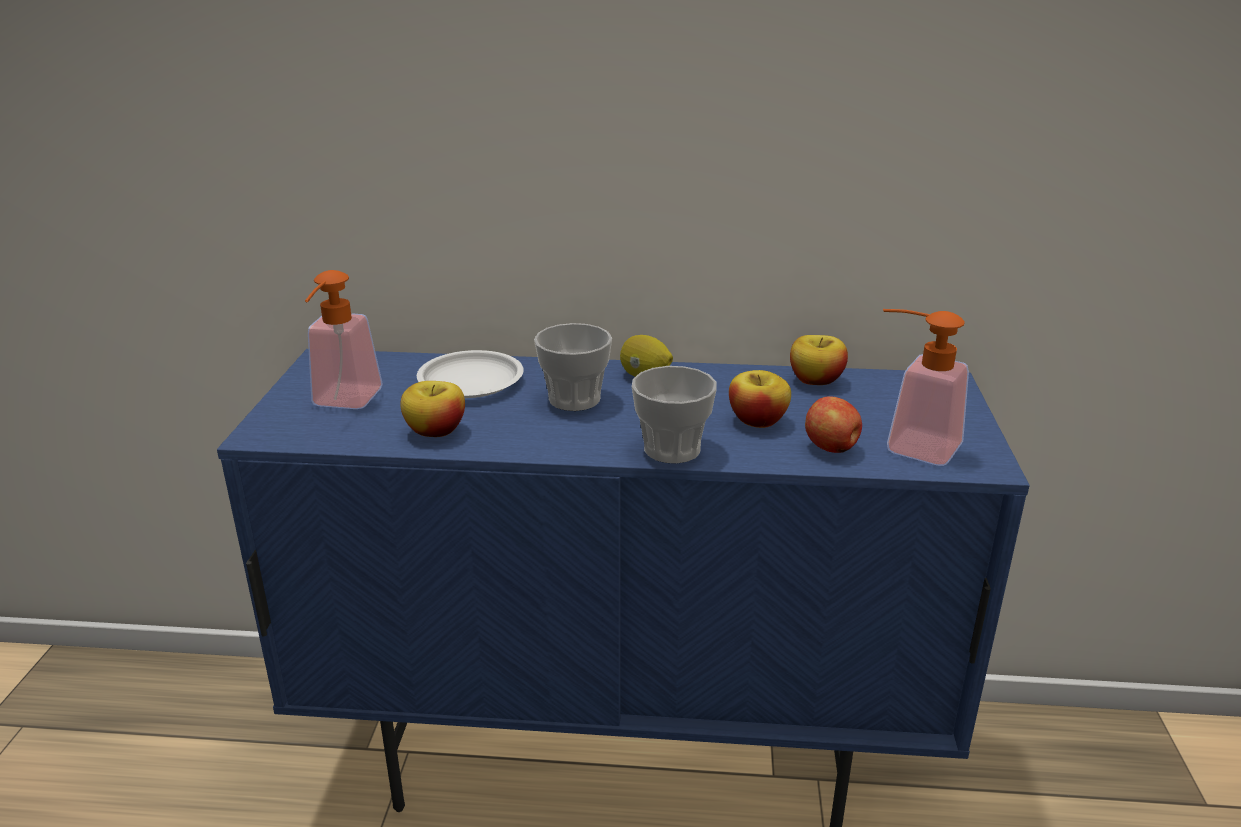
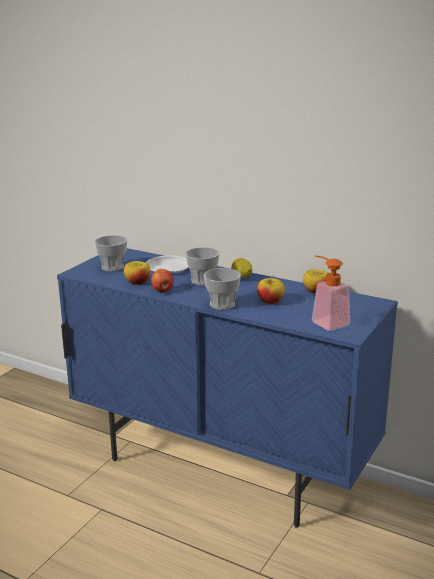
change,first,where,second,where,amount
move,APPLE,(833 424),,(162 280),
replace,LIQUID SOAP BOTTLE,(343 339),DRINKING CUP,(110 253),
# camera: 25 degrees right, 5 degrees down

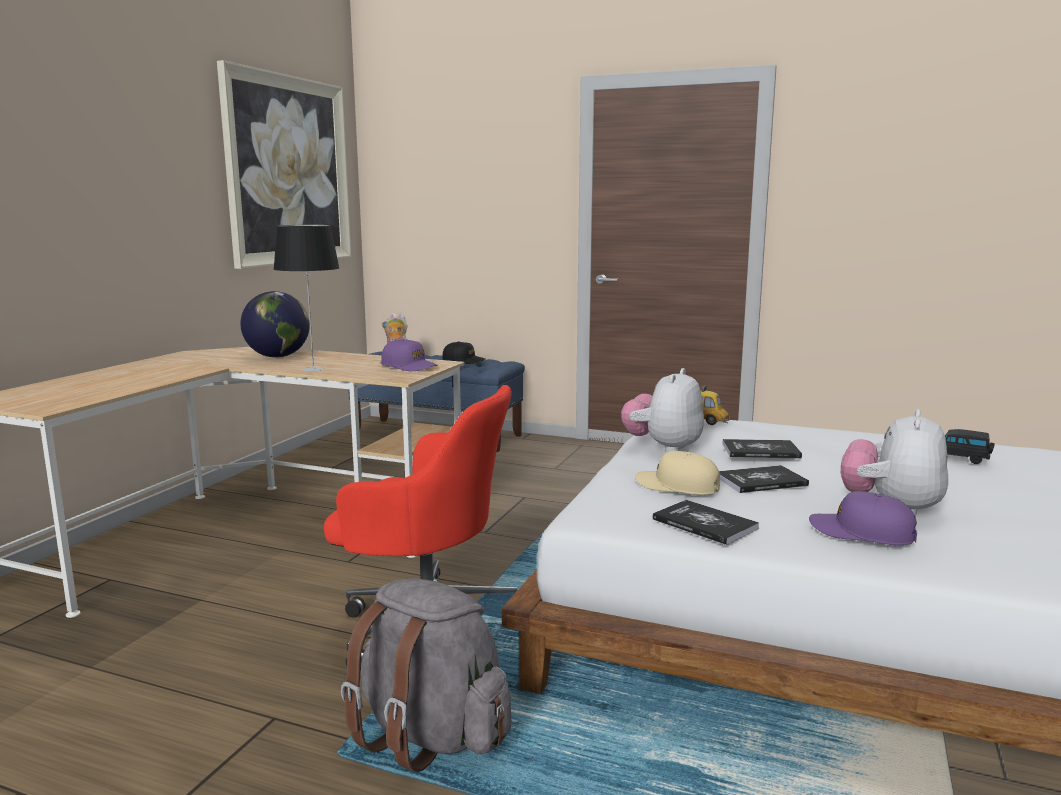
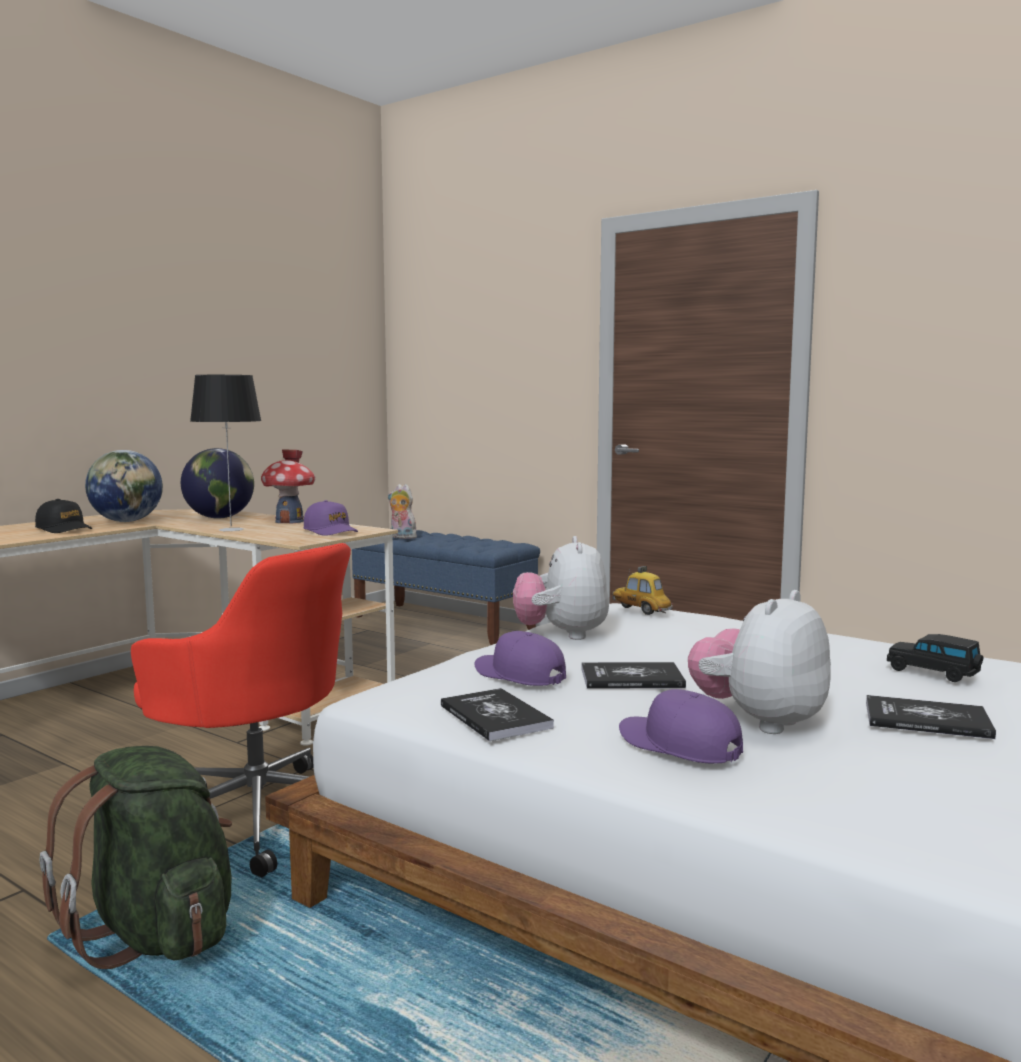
change,first,where,second,where,amount
delete,WALL PICTURE,(284 164),,,
insert,,,GLOBE,(124 486),
insert,,,MODEL HOUSE,(288 486),
move,BLACKISH BASEBALL CAP,(463 352),,(63 516),
move,BOUND BOOK,(762 449),,(931 717),
recolor,GRAY KNAPSACK,(426 675),GREENISH KNAPSACK,(135 857),
recolor,BEIGE-COLOURED BASEBALL CAP,(677 473),PURPLE-COLOURED BASEBALL CAP,(520 658),
rotate,CUDDLY TOY,(662 410),,(561 588),45 degrees counterclockwise
# camera: 15 degrees right, 5 degrees down

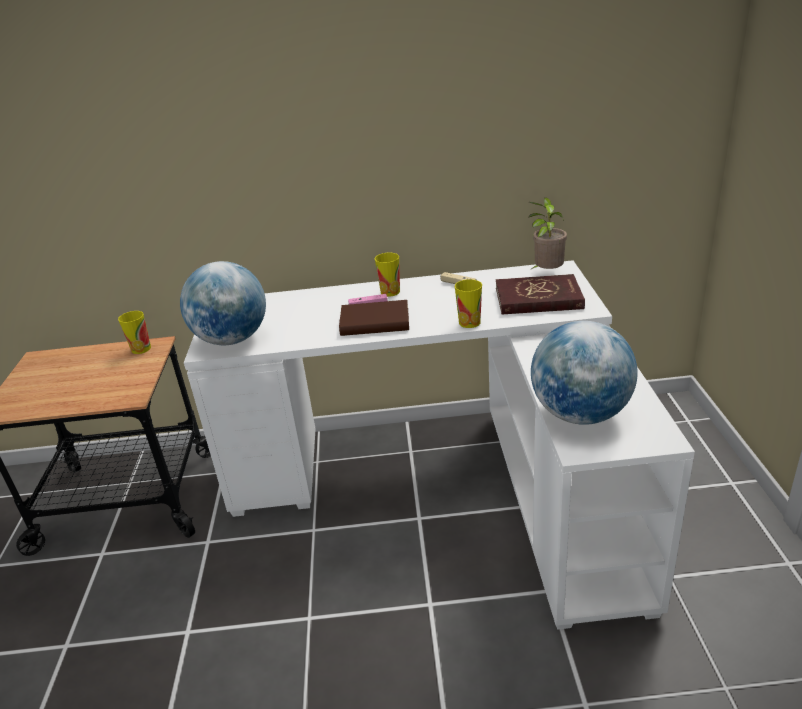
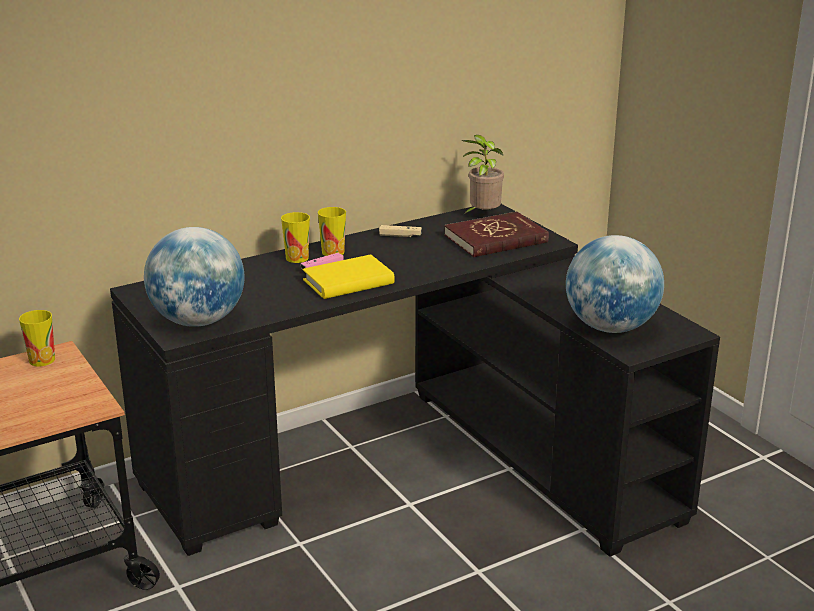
change,first,where,second,where,amount
move,DRINKING CUP,(468 303),,(295 237),
recolor,WHITE DESK TABLE,(439 445),BLACKISH DESK TABLE,(415 380),
recolor,BROWN-COLOURED BOUND BOOK,(374 318),YELLOW BOUND BOOK,(349 277),
# camera: 30 degrees left, 5 degrees down

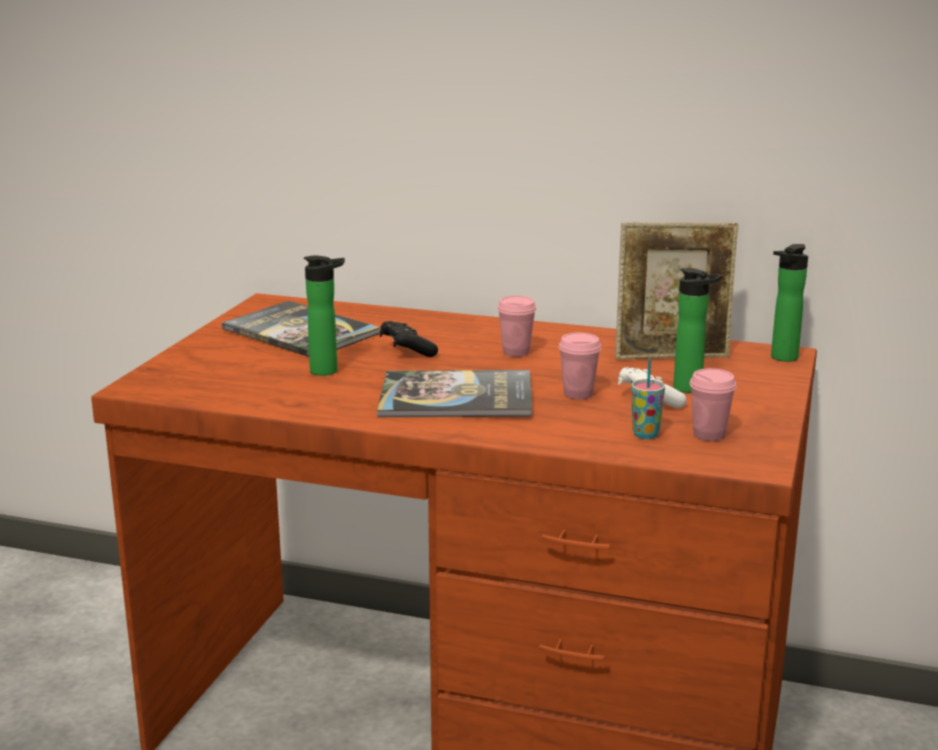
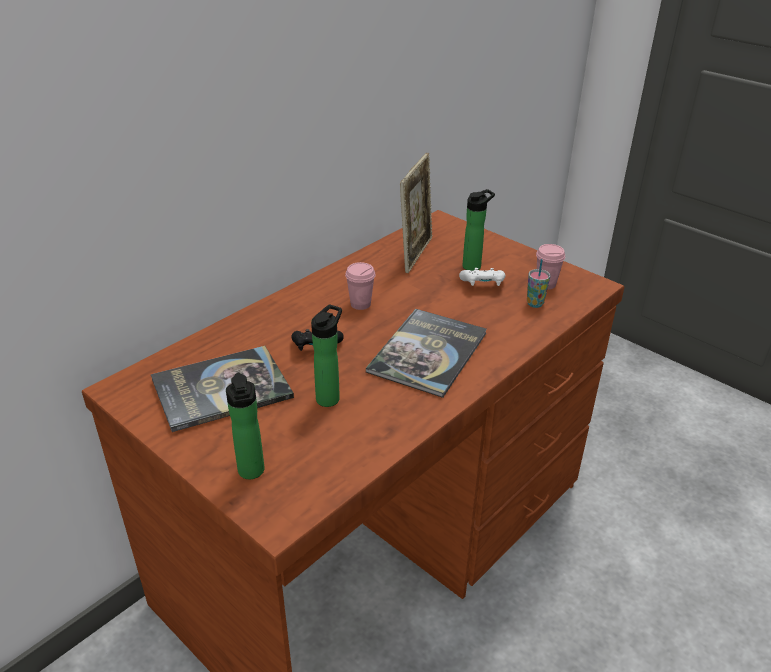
change,first,where,second,where,amount
delete,PINKISH DRINKING CUP,(580 365),,,
move,BEVERAGE BOTTLE,(789 303),,(245 426),
# camera: 65 degrees left, 15 degrees up

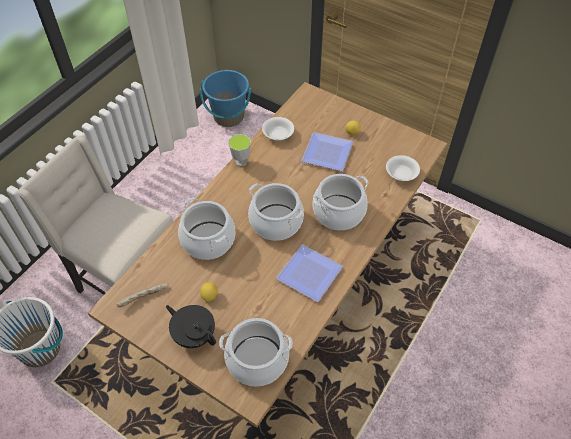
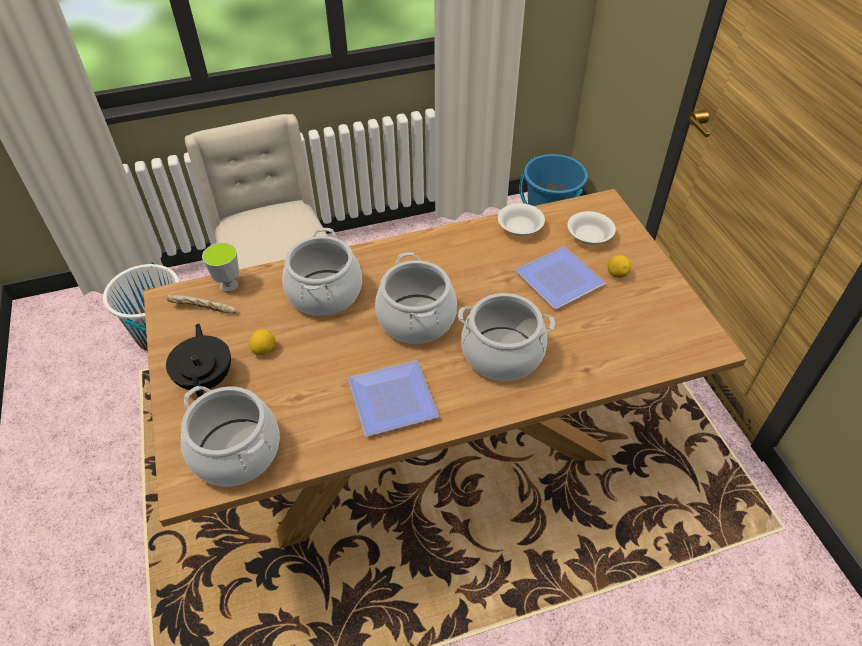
change,first,where,second,where,amount
move,DRINKING CUP,(239 150),,(220 267),
move,WHITE DEEP DISH,(403 168),,(592 228),
# camera: 40 degrees right, 5 degrees down

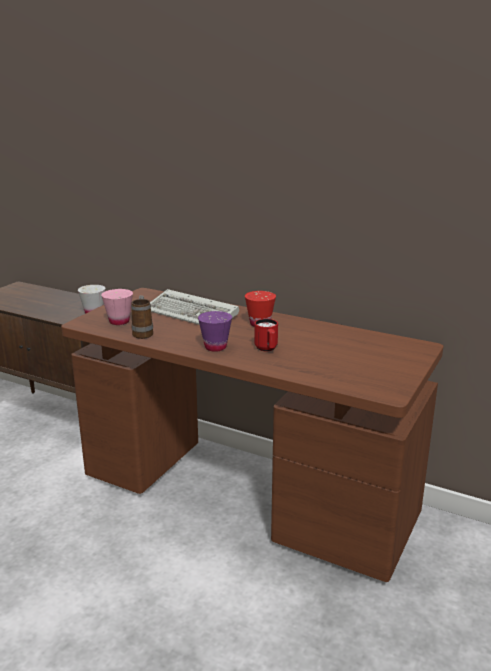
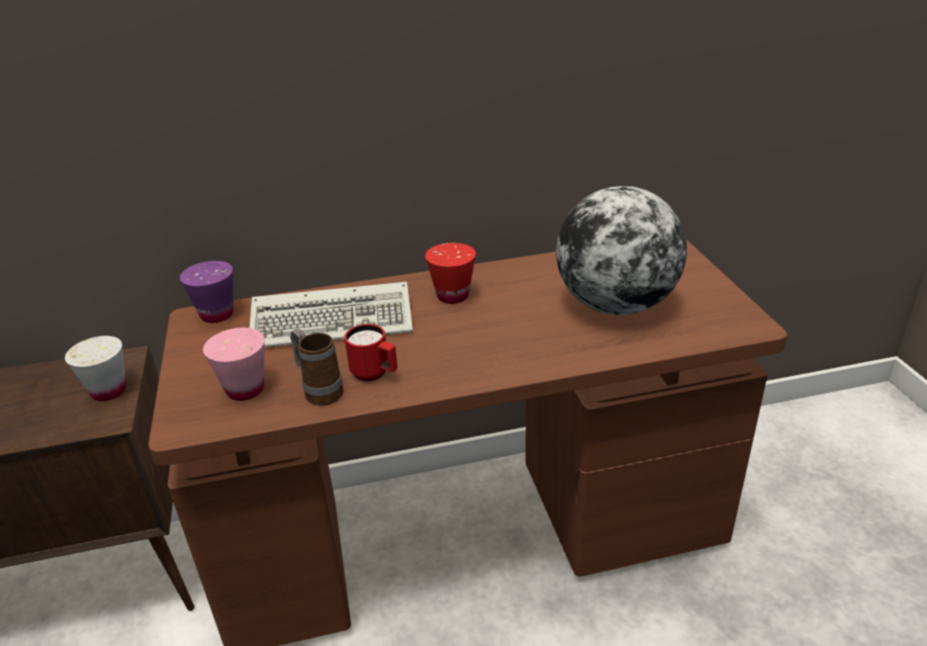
change,first,where,second,where,amount
insert,,,GLOBE,(621 250),
move,PURPLE-COLOURED DRINKING CUP,(215 331),,(206 292),
move,REDDISH TEA MUG,(266 335),,(370 352),
# camera: 40 degrees left, 10 degrees up

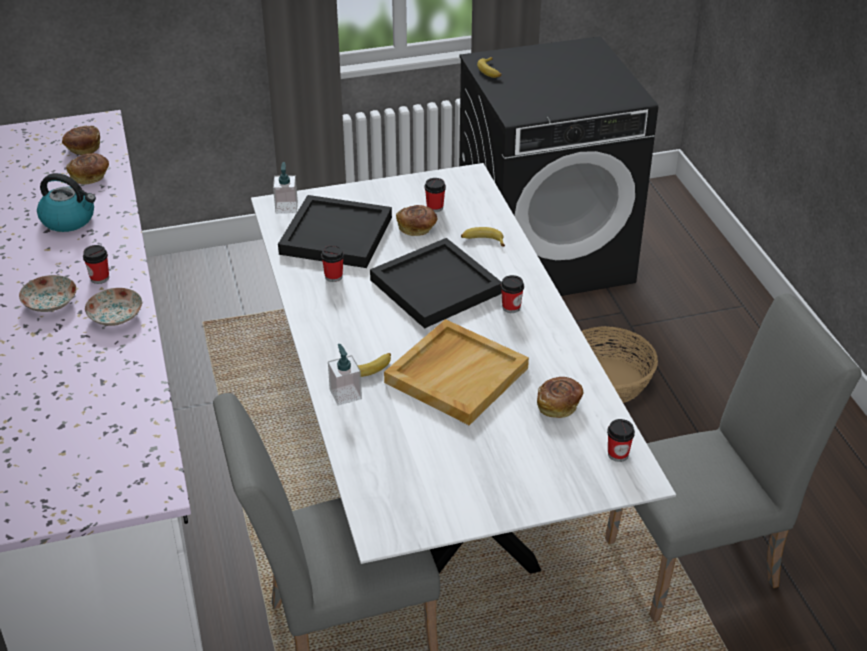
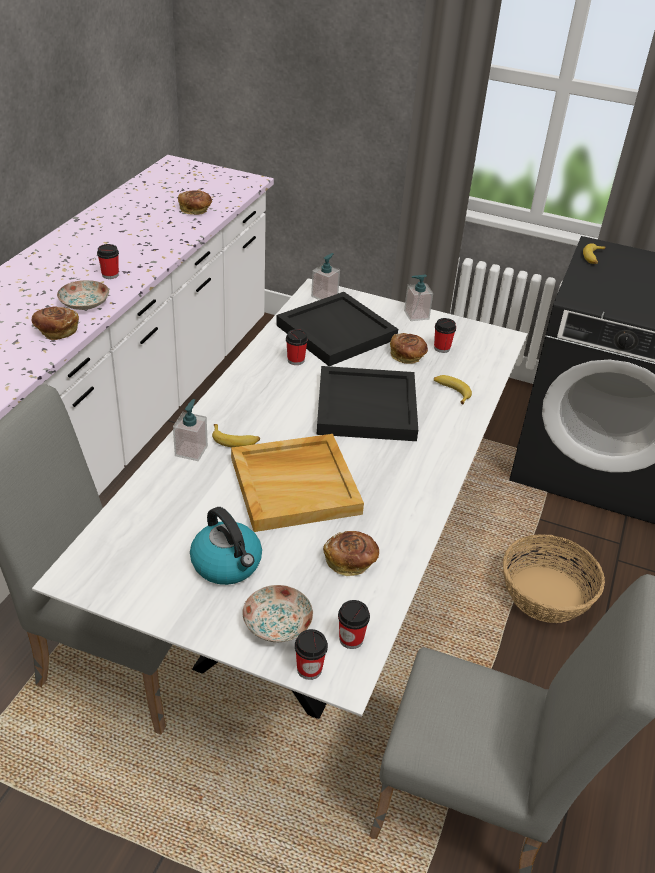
change,first,where,second,where,amount
insert,,,LIQUID SOAP BOTTLE,(418 298),
move,FLAT DISH,(48 293),,(277 613),
move,TEA KETTLE,(66 202),,(226 546),
move,BAKED BREAD,(81 140),,(55 323),
move,DRINKING CUP,(512 294),,(311 654),
# camera: 35 degrees right, 0 degrees up

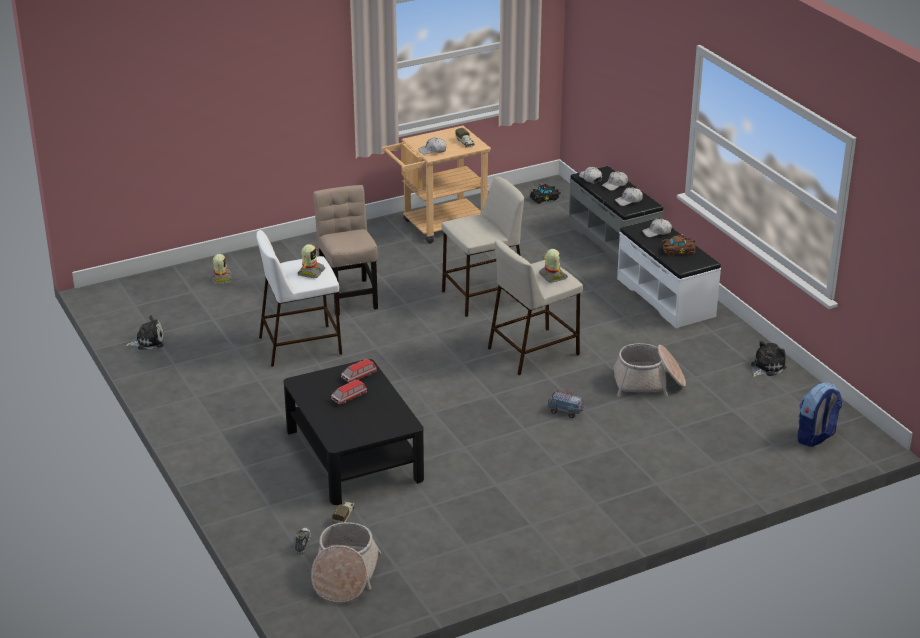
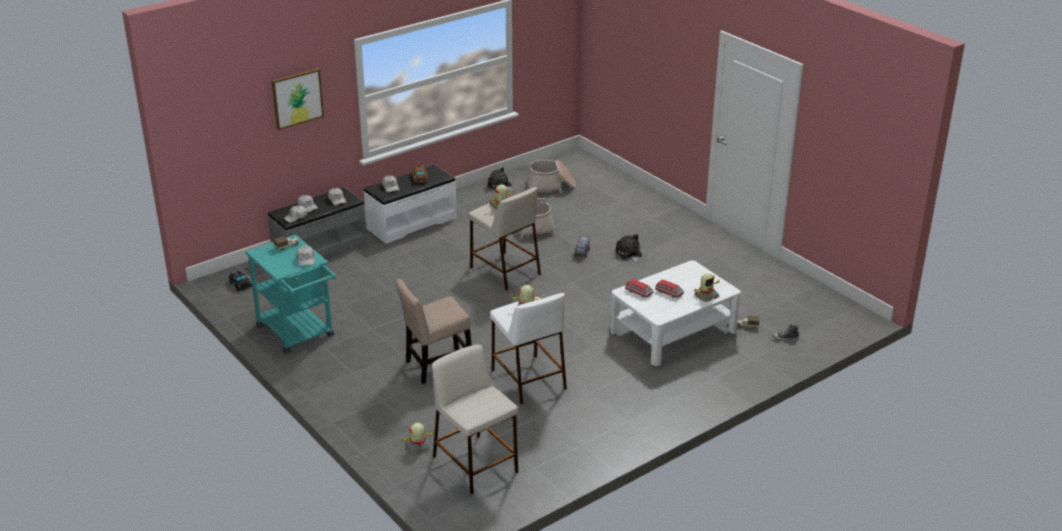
change,first,where,second,where,amount
delete,KNAPSACK,(820 415),,,
insert,,,WALL PICTURE,(298 99),
insert,,,TOY ROBOT,(707 287),
move,CUDDLY TOY,(144 333),,(629 248),
move,STORAGE BASKET,(346 562),,(551 177),
move,BEIGE-COLOURED STOOL,(482 246),,(475 419),
recolor,BLACKISH LOW TABLE,(353 432),WHITE LOW TABLE,(675 313),
recolor,BEIGE-COLOURED CART,(436 185),BLUE-GREEN CART,(290 294),
# camera: 100 degrees left, 0 degrees up

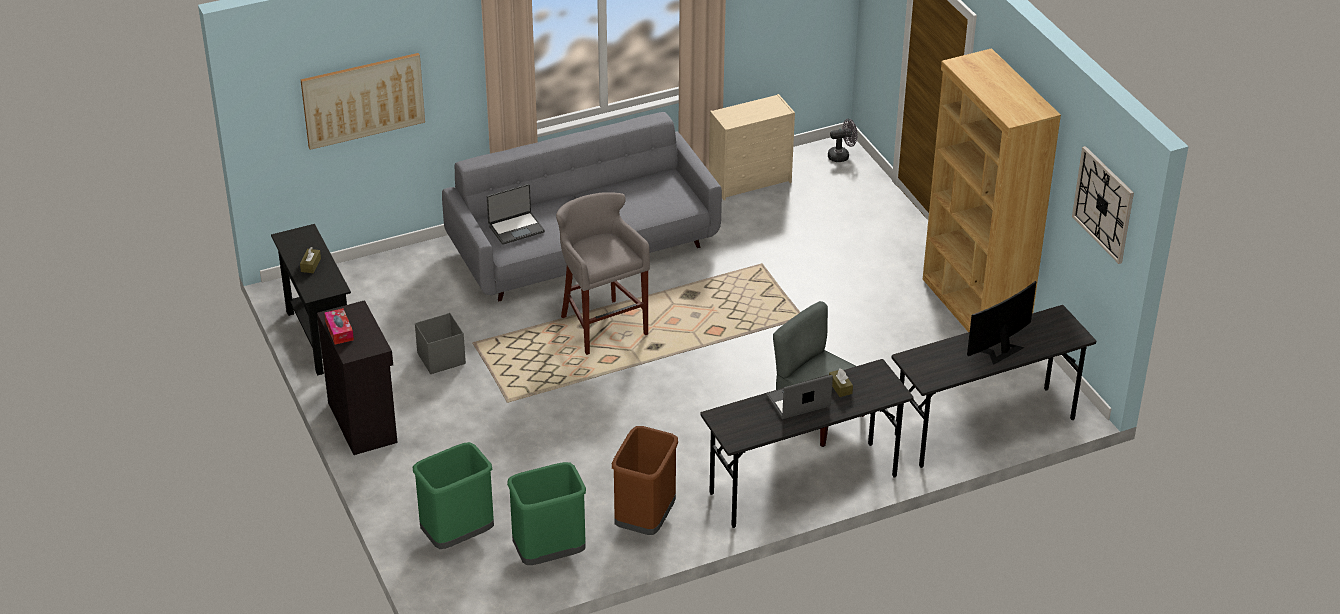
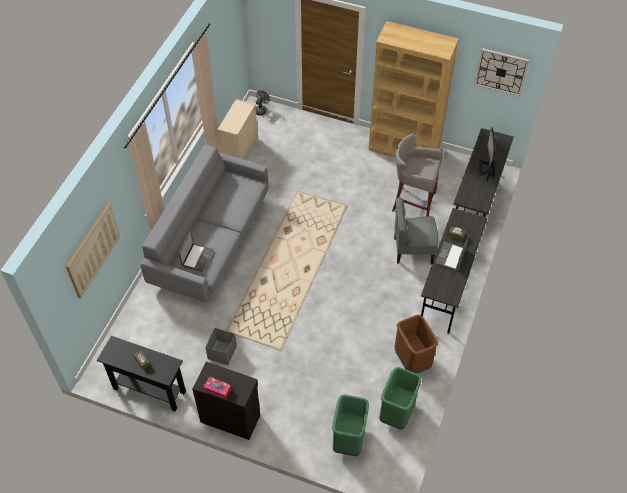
change,first,where,second,where,amount
move,GRAY STOOL,(603 273),,(417 175),
# camera: 45 degrees left, 15 degrees up

